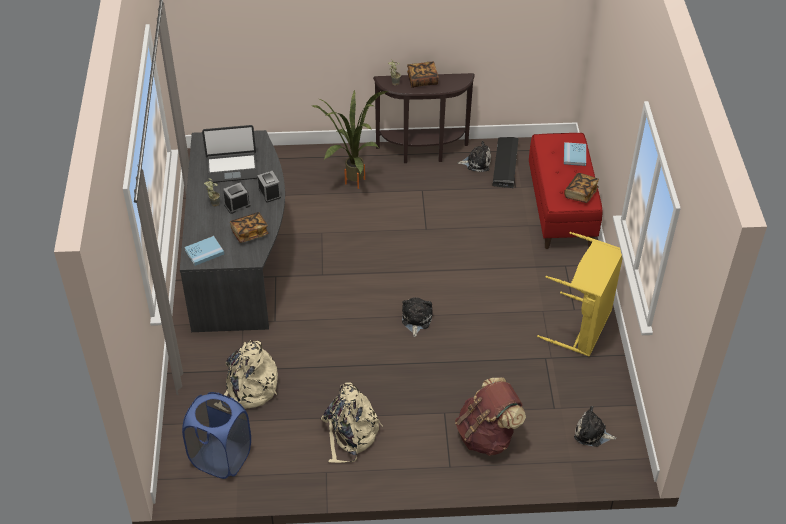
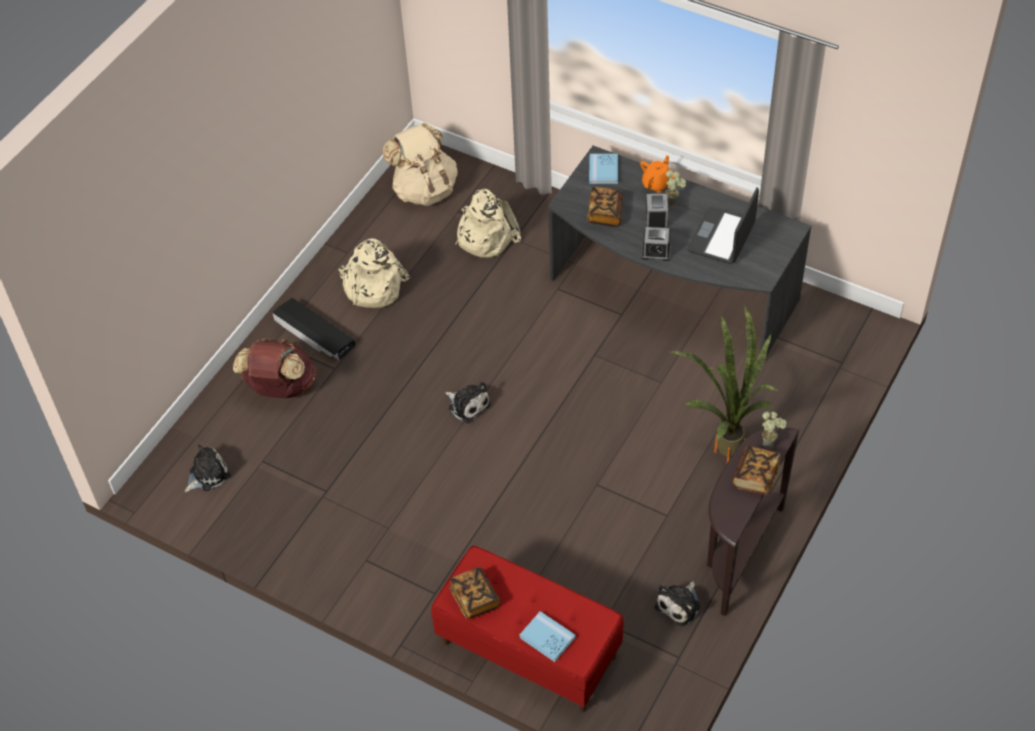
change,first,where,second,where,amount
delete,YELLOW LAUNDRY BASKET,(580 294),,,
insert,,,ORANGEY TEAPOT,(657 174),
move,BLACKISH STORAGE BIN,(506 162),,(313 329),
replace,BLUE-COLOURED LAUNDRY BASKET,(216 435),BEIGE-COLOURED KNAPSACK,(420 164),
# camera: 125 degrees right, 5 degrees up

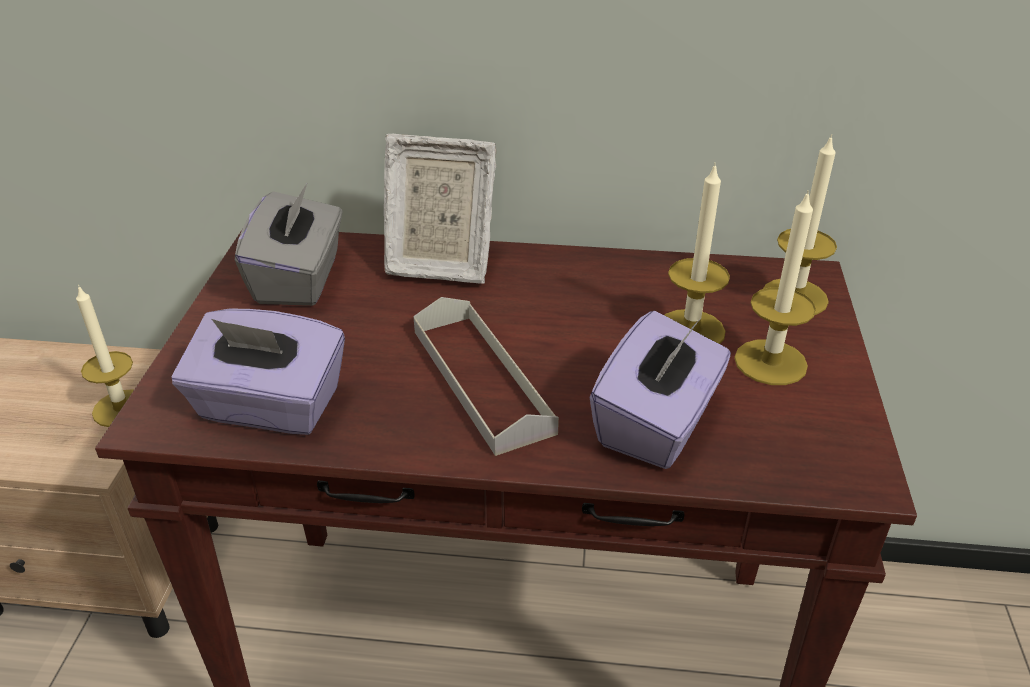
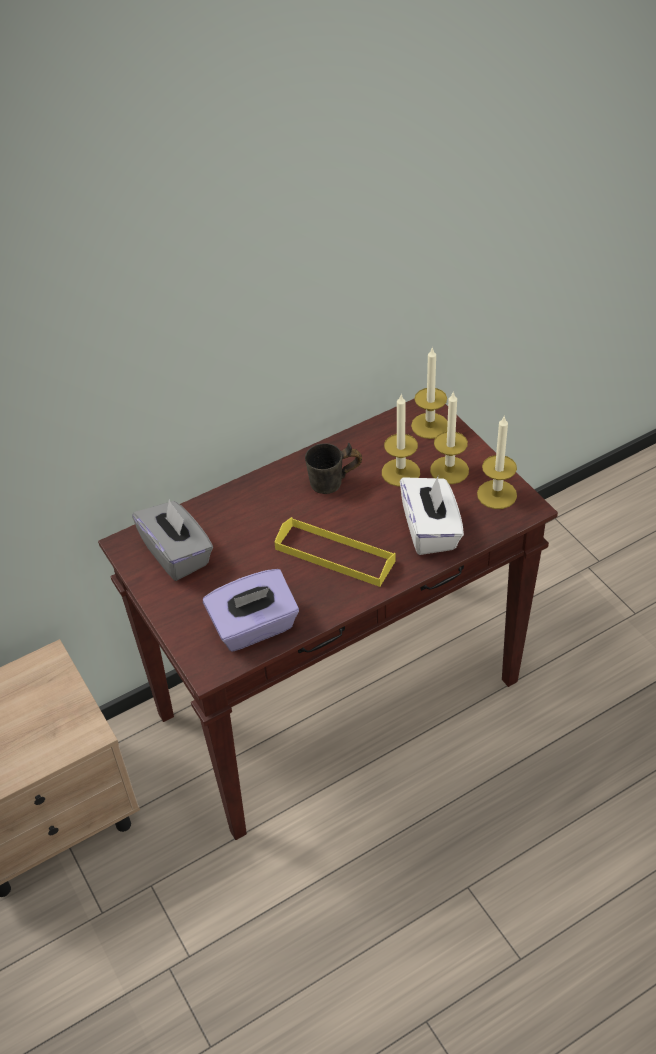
change,first,where,second,where,amount
delete,PICTURE FRAME,(440 209),,,
insert,,,GRAY TEA MUG,(333 468),
move,WAX CANDLE,(105 355),,(497 463),
recolor,GRAY SERVING TRAY,(486 376),YELLOW SERVING TRAY,(335 552),
recolor,PURPLE-COLOURED TISSUE HOLDER,(660 390),WHITE TISSUE HOLDER,(432 515),
# camera: 35 degrees left, 10 degrees up

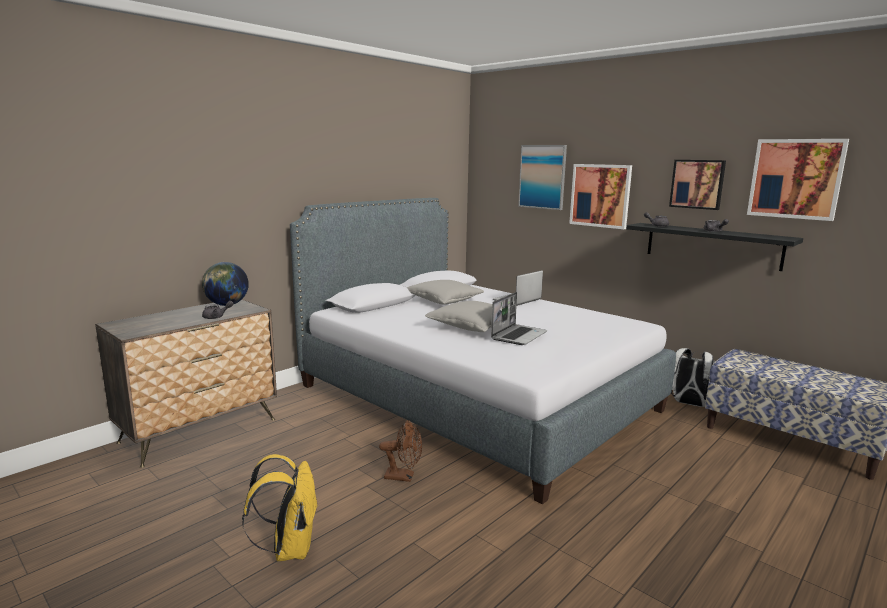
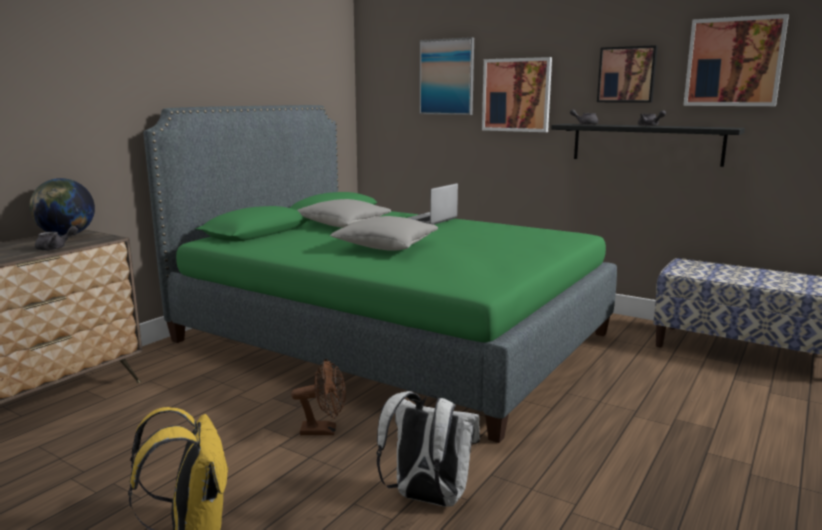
change,first,where,second,where,amount
delete,PORTABLE COMPUTER,(519 318),,,
move,WHITE KNAPSACK,(693 377),,(428 449),
recolor,GRAY BED,(483 351),GREENISH BED,(380 274),
# camera: 10 degrees left, 0 degrees up

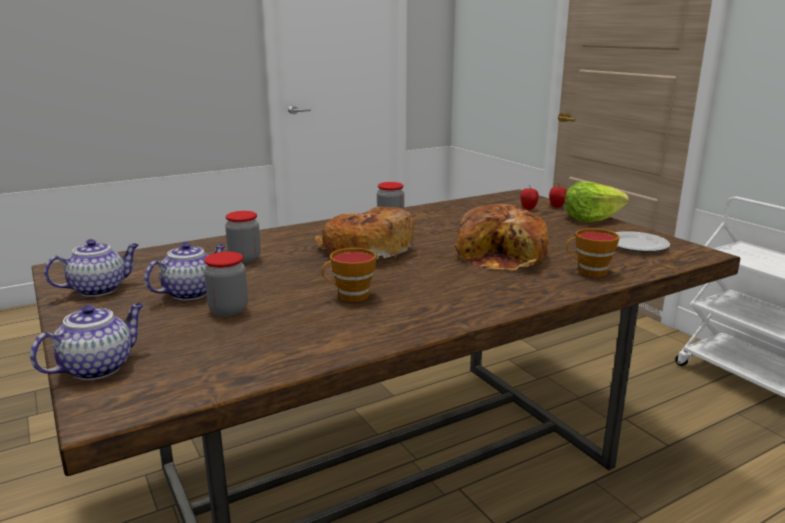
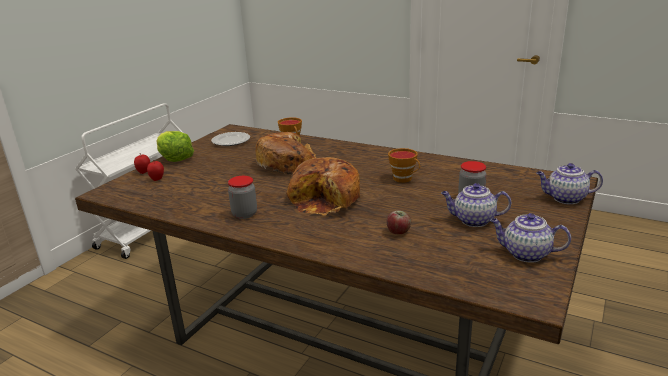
change,first,where,second,where,amount
replace,JAR,(243 237),APPLE,(398 222),
# camera: 120 degrees left, 5 degrees up

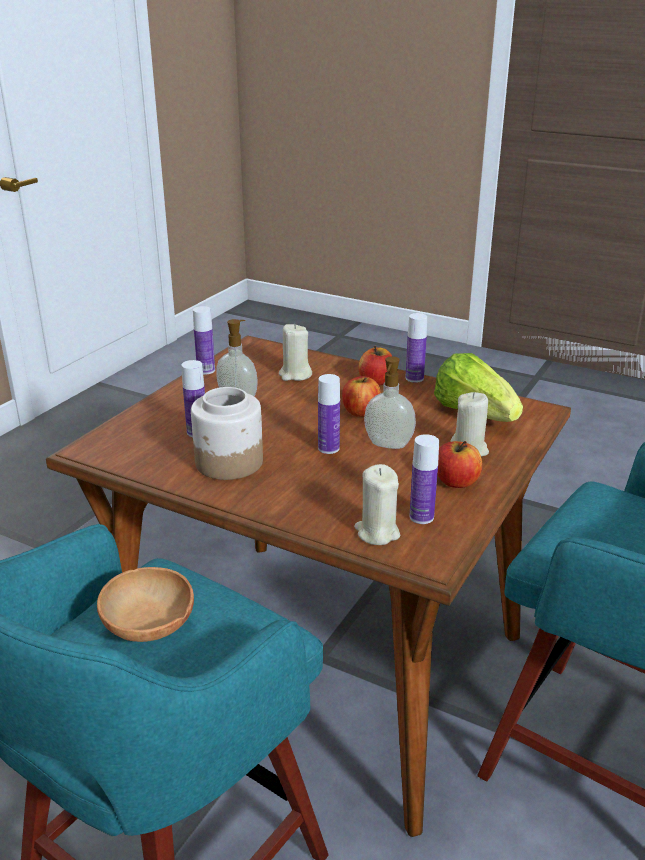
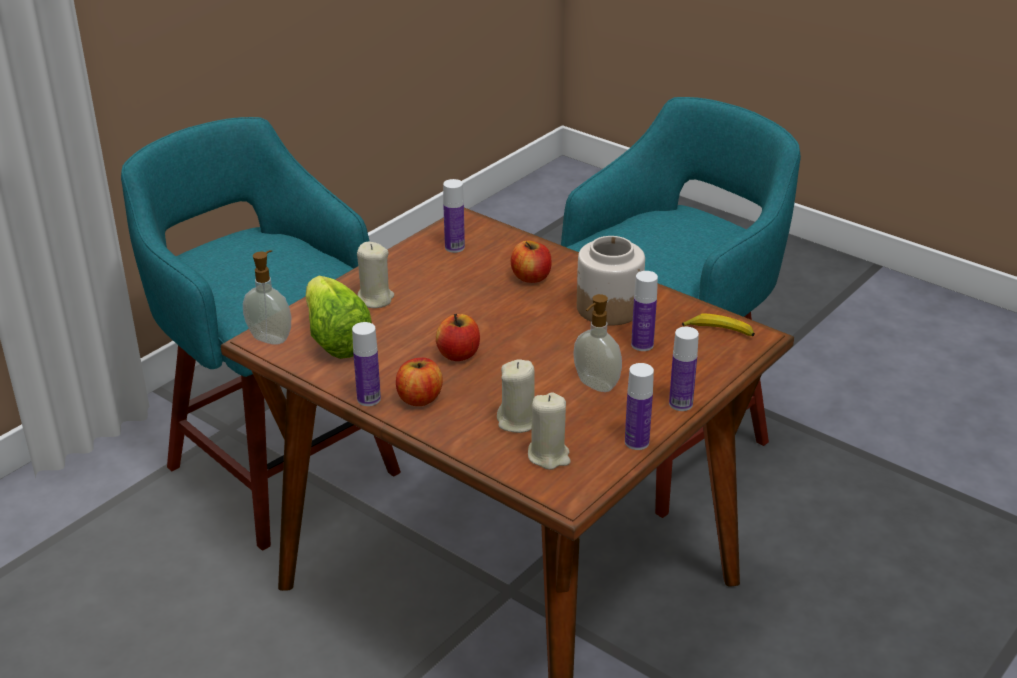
change,first,where,second,where,amount
delete,BROWN-COLOURED DEEP DISH,(145 604),,,
insert,,,BANANA,(718 325),
move,BEVERAGE BOTTLE,(329 414),,(684 369),
move,BEIGE-COLOURED WAX CANDLE,(377 504),,(549 431),
move,LIQUID SOAP BOTTLE,(390 402),,(267 297),
move,APPLE,(459 464),,(531 261),
# camera: 170 degrees left, 5 degrees up

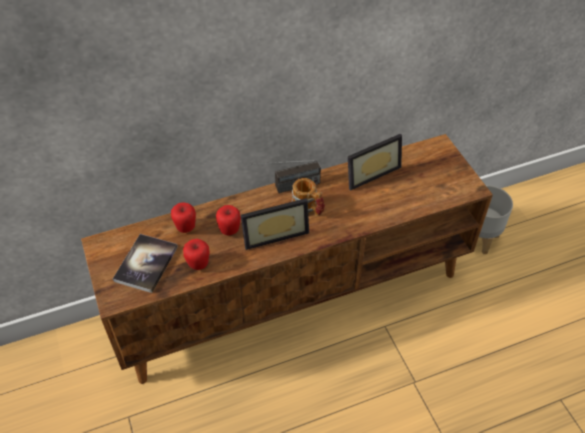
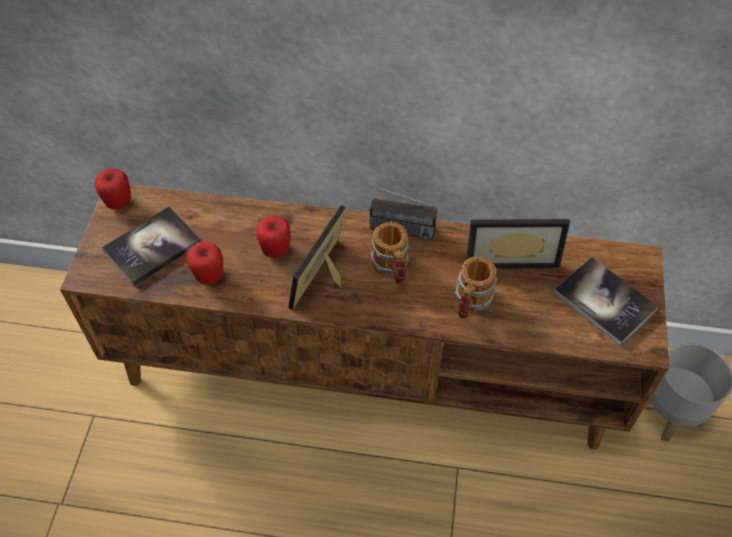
change,first,where,second,where,amount
insert,,,TEA MUG,(475 287),
insert,,,BOUND BOOK,(605 301),
move,APPLE,(183 218),,(113 189),
rotate,PICTURE FRAME,(275 224),,(317 257),105 degrees clockwise
# camera: 30 degrees right, 5 degrees up

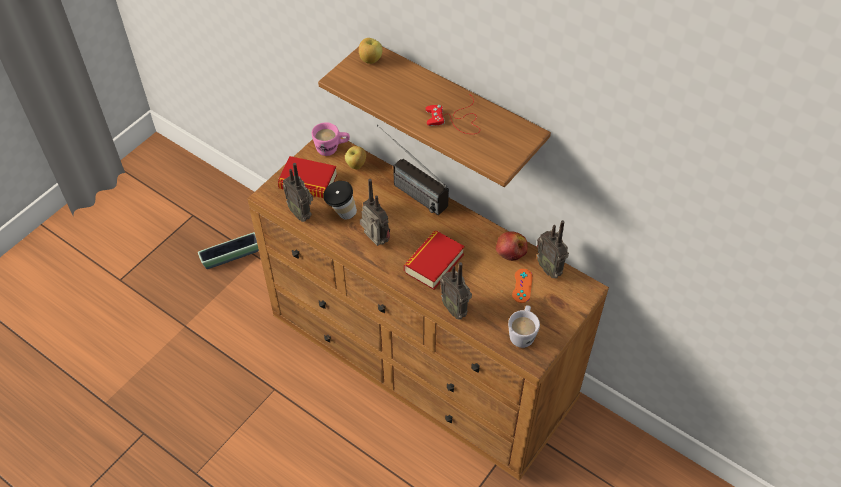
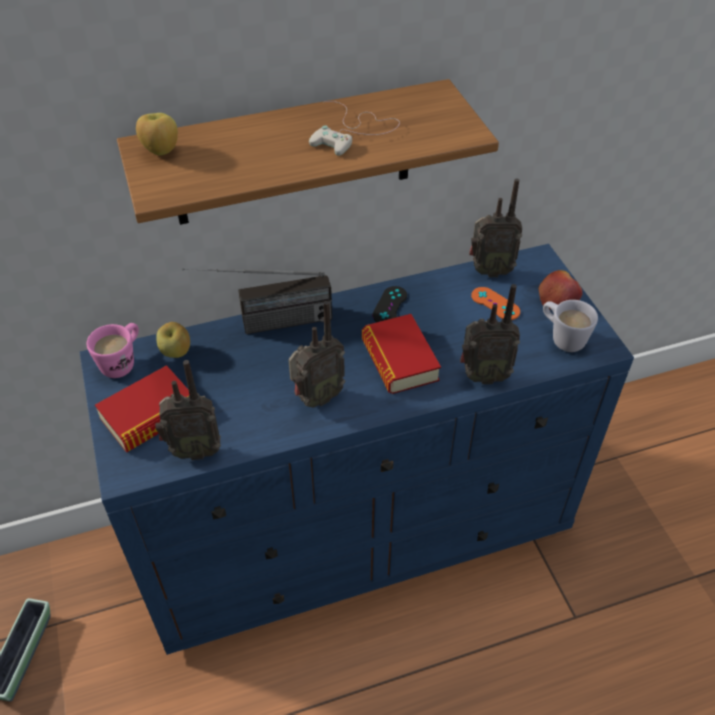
change,first,where,second,where,amount
delete,DRINKING CUP,(340 200),,,
insert,,,BLACKISH GAME CONTROLLER,(389 304),
move,APPLE,(512 246),,(560 290),
recolor,BROWN-COLOURED DRESSER,(428 309),BLUE-COLOURED DRESSER,(356 449),
recolor,REDDISH GAME CONTROLLER,(452 113),WHITE GAME CONTROLLER,(354 128),
rotate,RADIO,(375 212),,(316 354),150 degrees clockwise
# camera: 55 degrees left, 5 degrees down

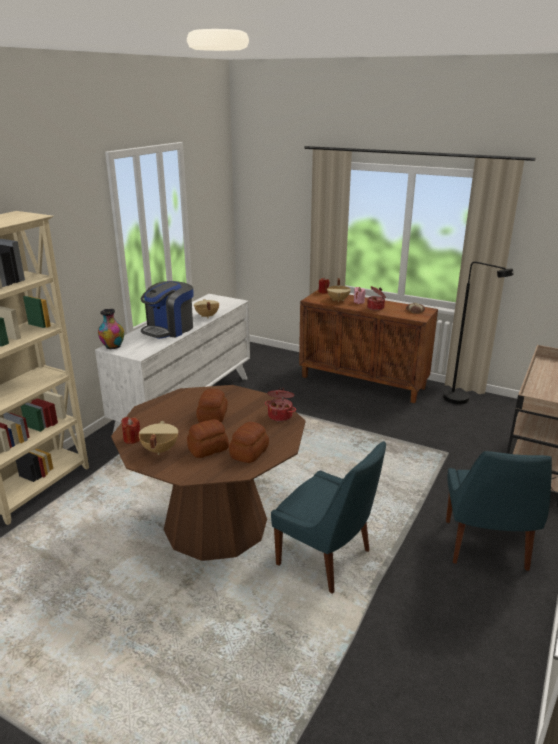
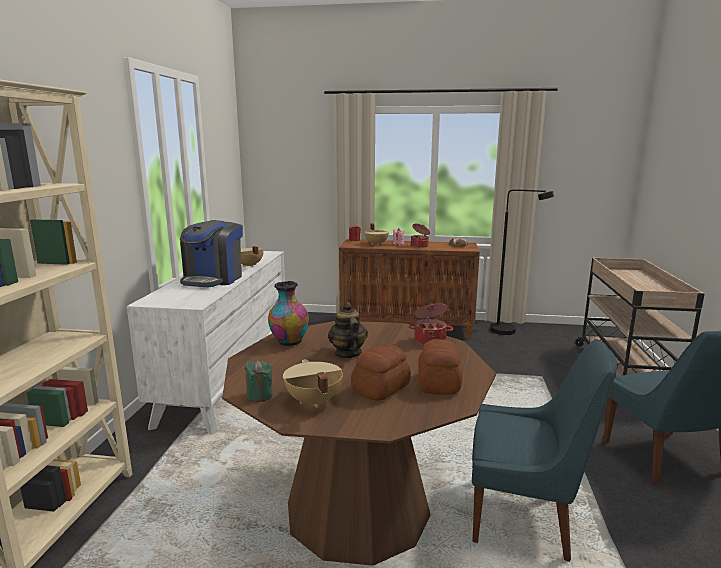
change,first,where,second,where,amount
move,VASE,(111 329),,(288 313),
replace,BAKED BREAD,(212 406),TEAPOT,(348 330),
recolor,REDDISH WAX CANDLE,(130 430),GREENISH WAX CANDLE,(259 381),
# camera: 20 degrees left, 10 degrees down

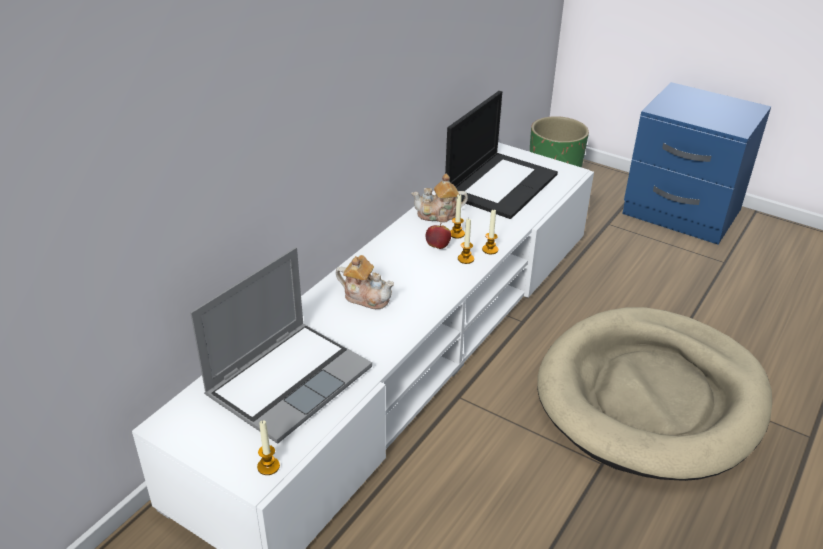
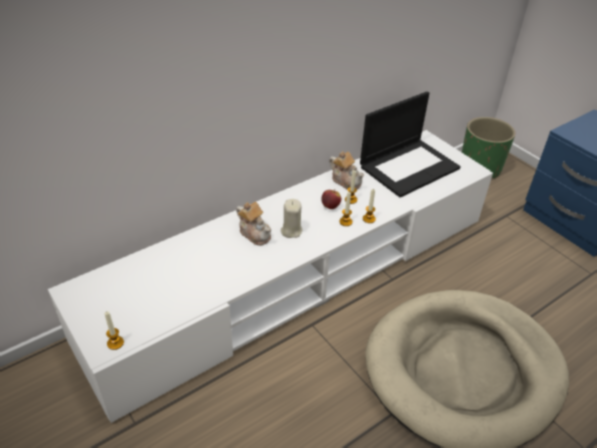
change,first,where,second,where,amount
delete,PORTABLE COMPUTER,(281 345),,,
insert,,,BEIGE-COLOURED WAX CANDLE,(292 218),
rotate,TEAPOT,(439 198),,(346 170),150 degrees counterclockwise
# camera: 20 degrees right, 5 degrees up

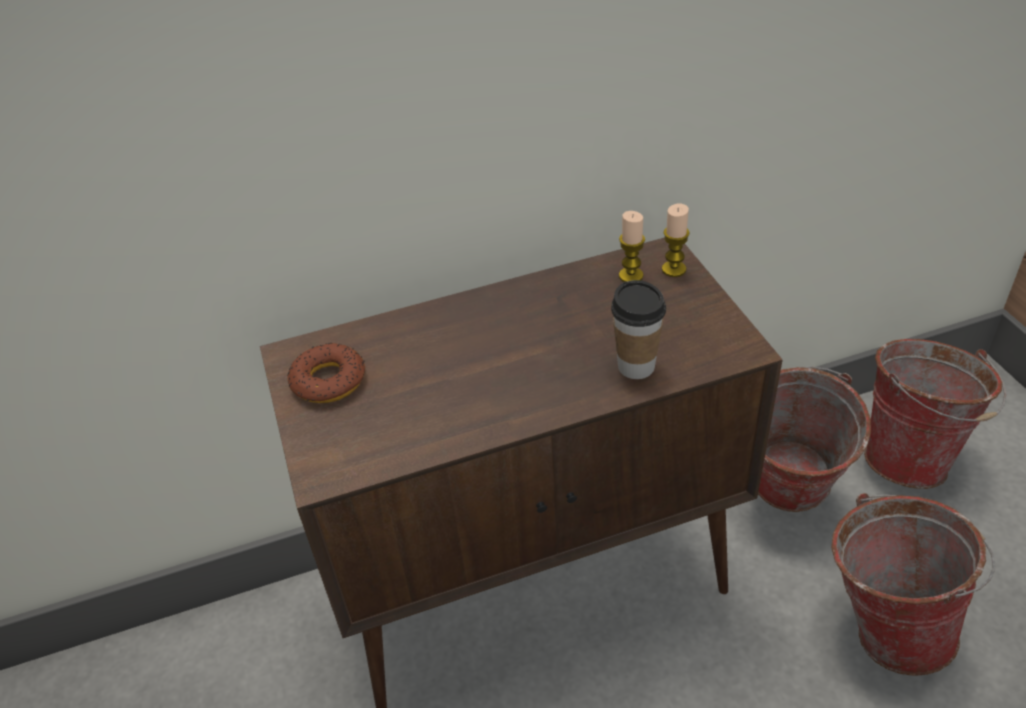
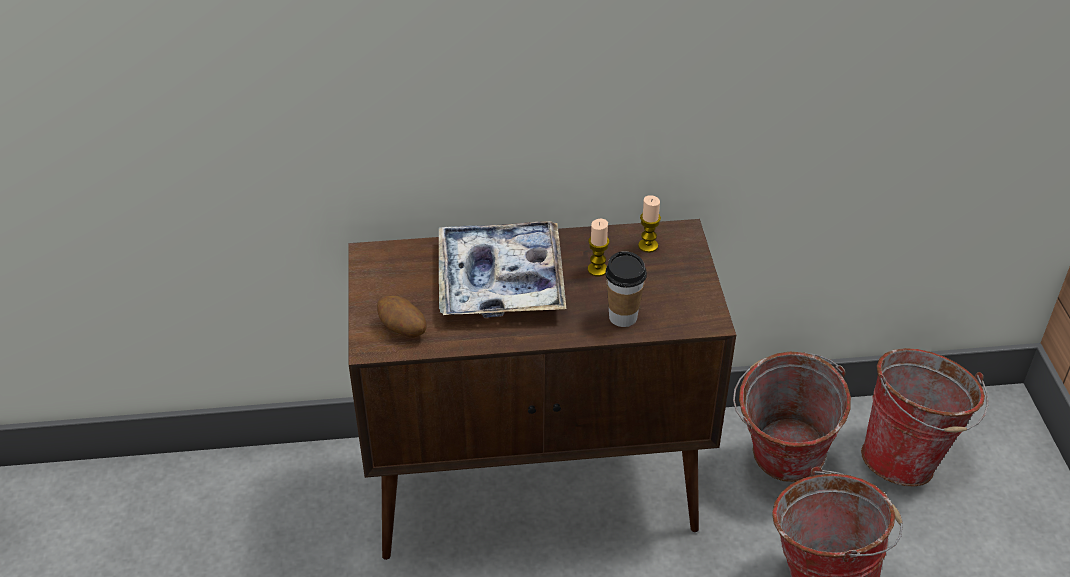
change,first,where,second,where,amount
delete,DONUT,(326 373),,,
insert,,,SPUD,(402 317),
insert,,,SERVING TRAY,(502 269),
move,WAX CANDLE,(676 240),,(598 248),
# camera: 10 degrees right, 0 degrees up

